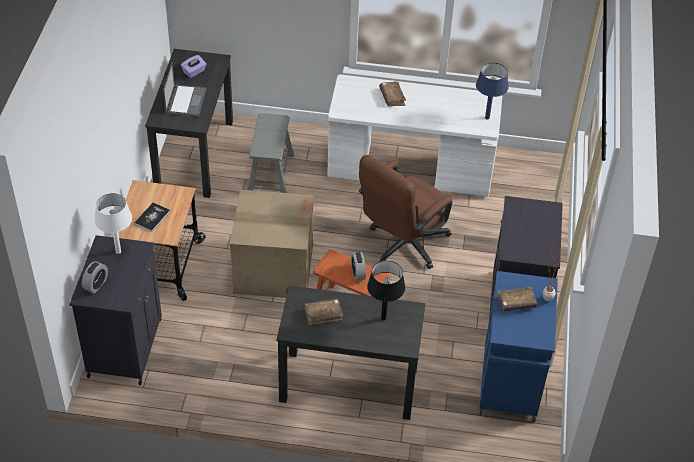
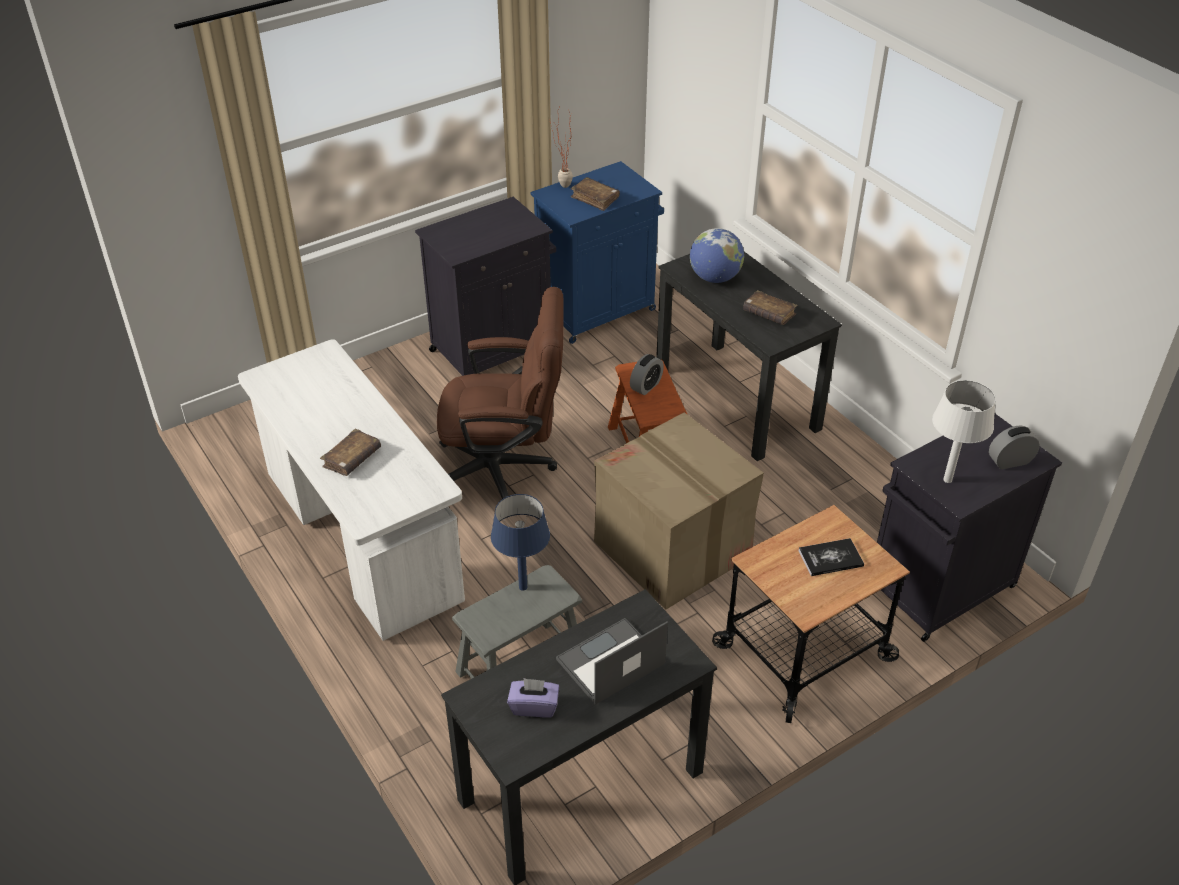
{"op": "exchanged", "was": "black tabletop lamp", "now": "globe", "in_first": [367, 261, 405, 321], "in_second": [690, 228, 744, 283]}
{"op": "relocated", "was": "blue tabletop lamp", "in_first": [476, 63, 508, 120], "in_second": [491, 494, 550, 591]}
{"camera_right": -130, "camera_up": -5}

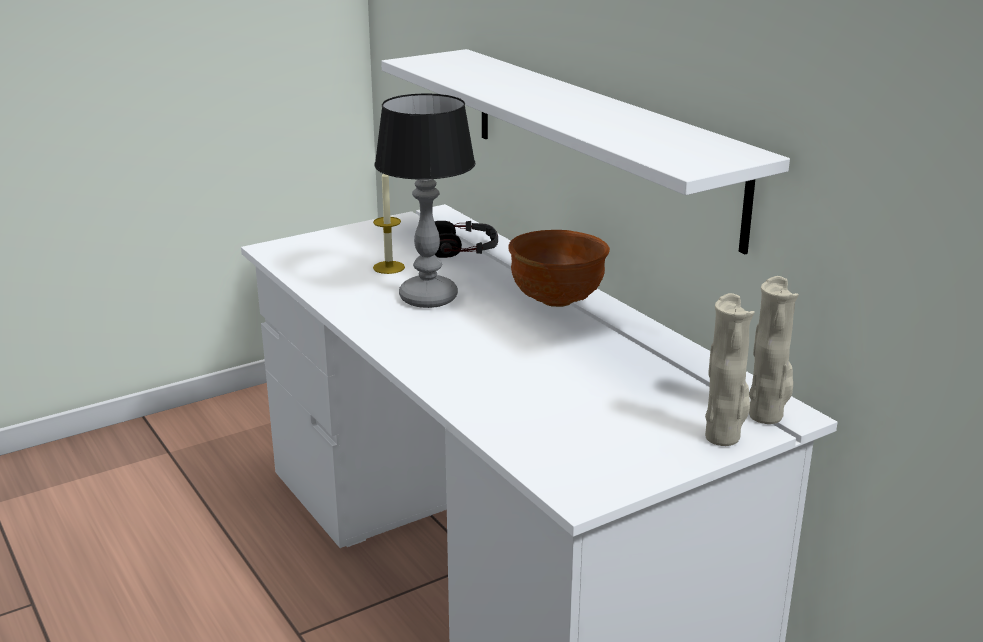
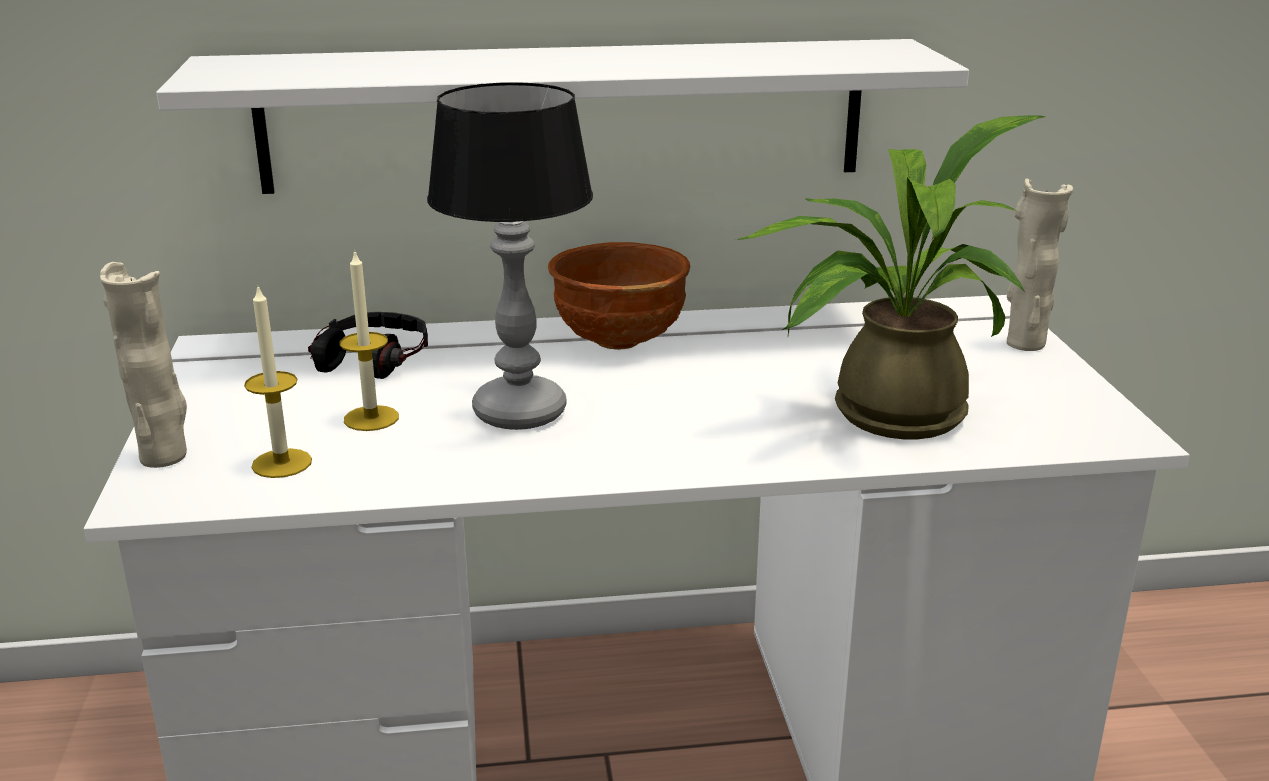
{"op": "relocated", "was": "beige-coloured decorative vase", "in_first": [749, 276, 799, 424], "in_second": [100, 262, 187, 468]}
{"op": "appeared", "now": "candle", "in_second": [244, 284, 312, 478]}
{"op": "appeared", "now": "plant in a pot", "in_second": [737, 115, 1045, 439]}
{"camera_right": -65, "camera_up": 0}

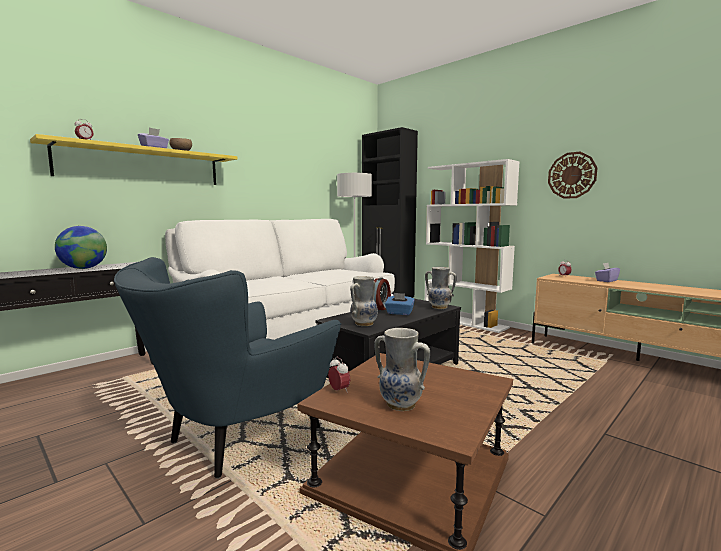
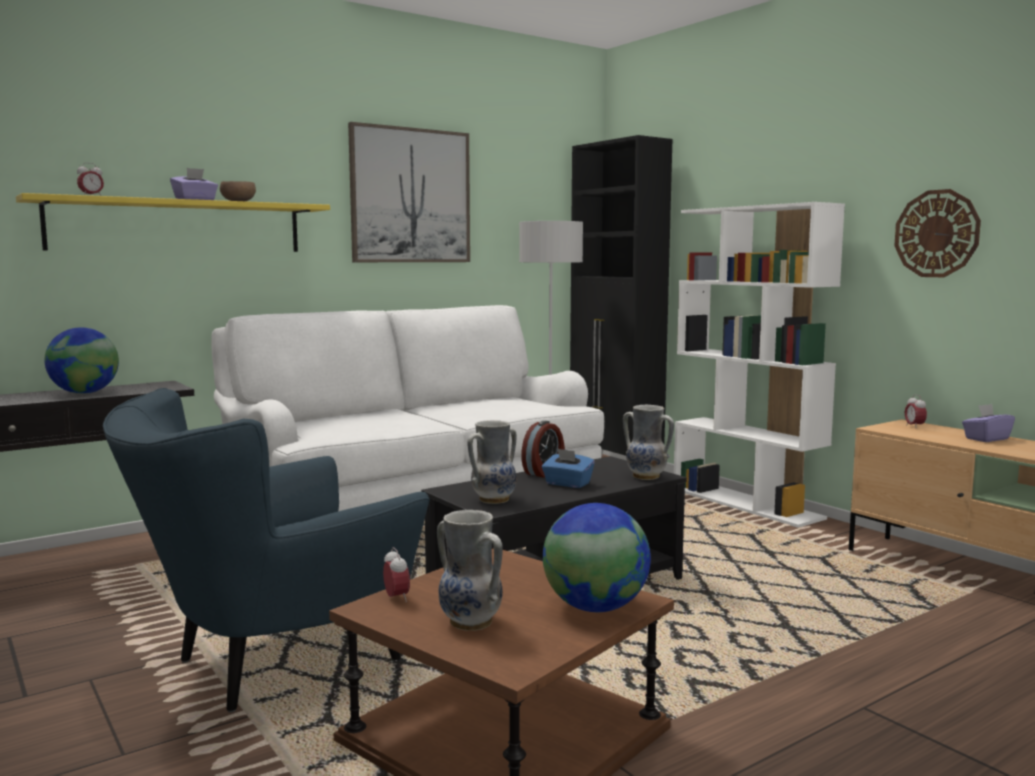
{"op": "appeared", "now": "wall art", "in_second": [348, 122, 470, 262]}
{"op": "appeared", "now": "globe", "in_second": [543, 503, 651, 612]}
{"camera_right": 10, "camera_up": 0}

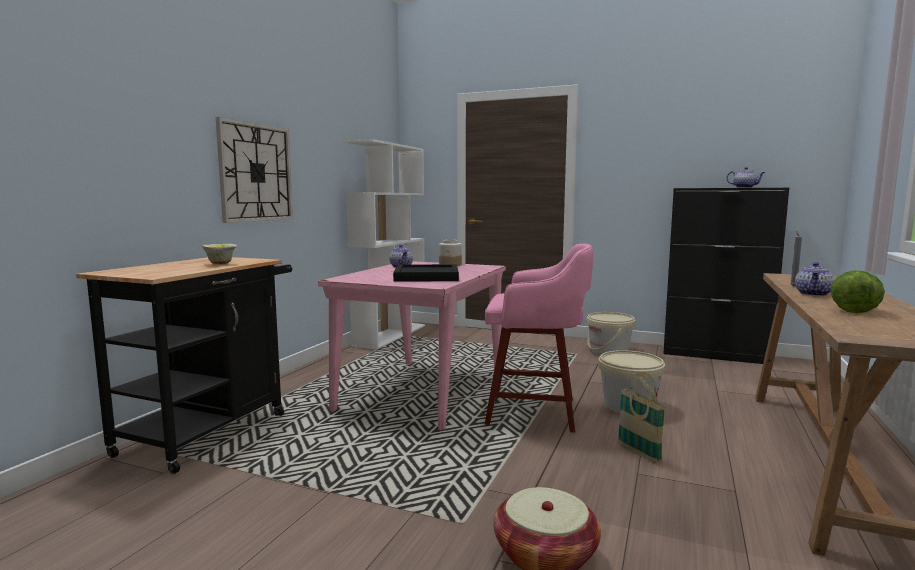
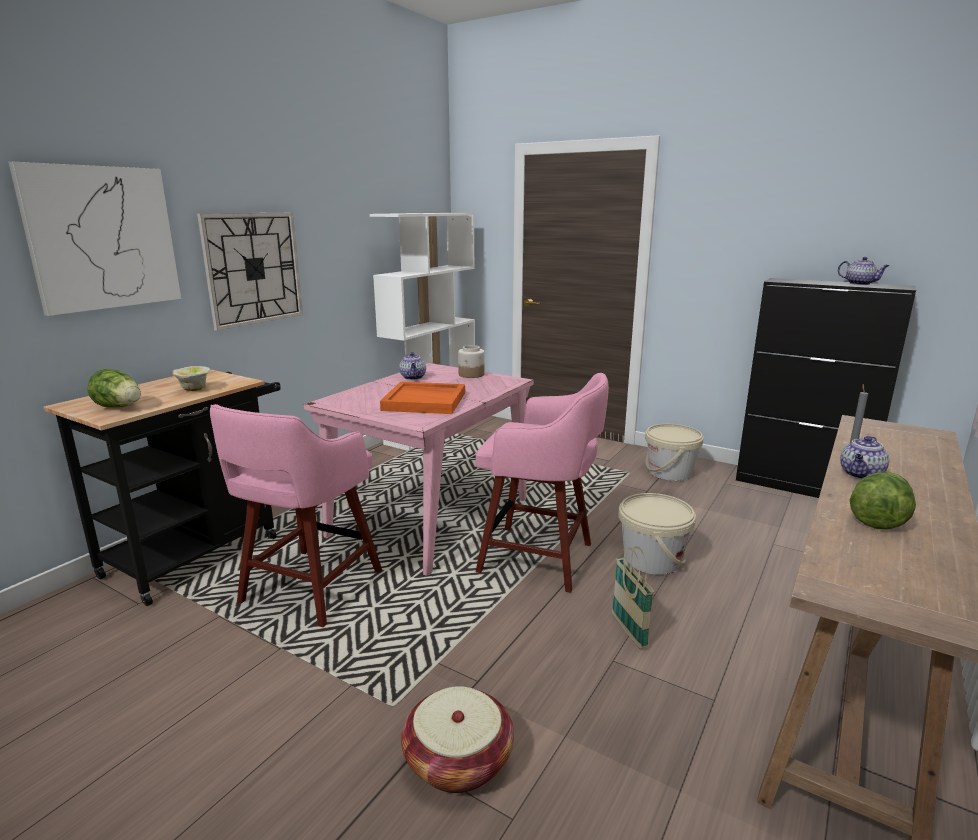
{"op": "colour", "was": "black tray", "now": "orange tray", "in_first": [393, 264, 459, 282], "in_second": [380, 382, 465, 414]}
{"op": "appeared", "now": "wall art", "in_second": [8, 162, 181, 316]}
{"op": "appeared", "now": "lettuce head", "in_second": [87, 369, 141, 408]}
{"op": "appeared", "now": "pinkish stool", "in_second": [210, 404, 382, 627]}
{"camera_right": 10, "camera_up": 10}

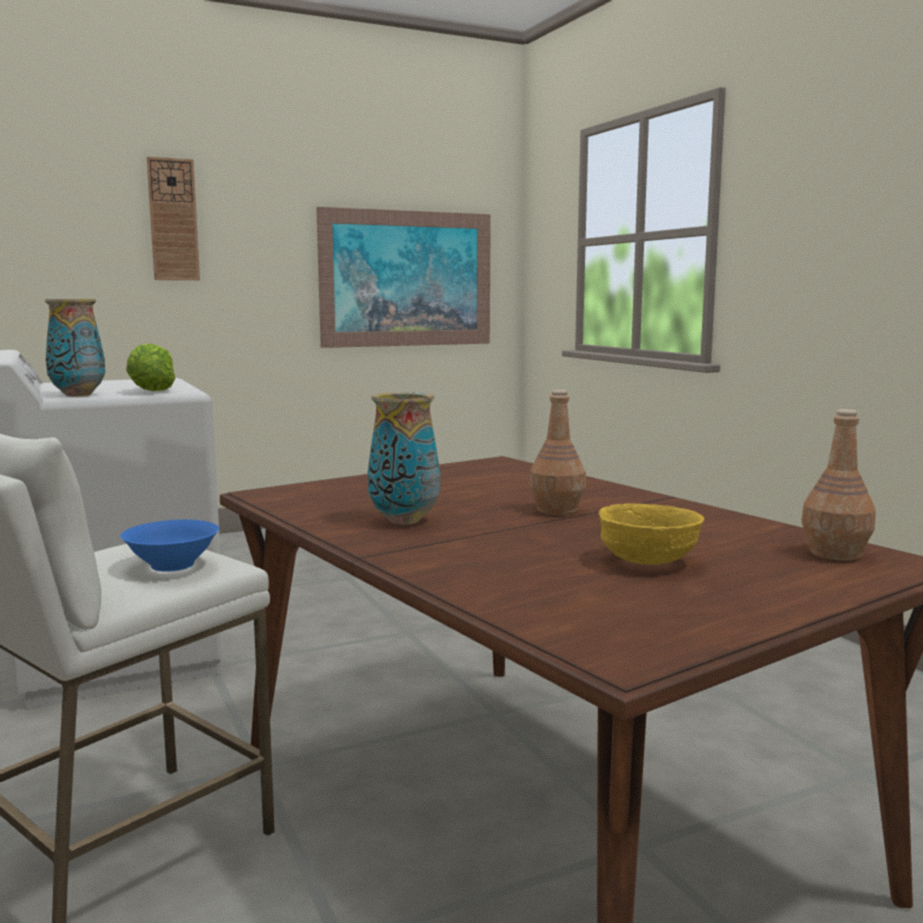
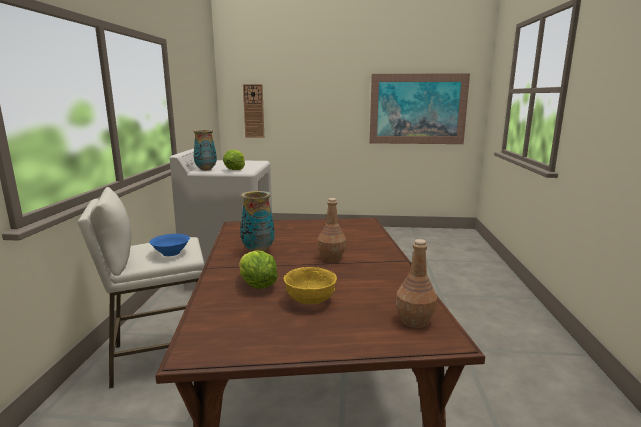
{"op": "relocated", "was": "clock on the wall", "in_first": [146, 156, 200, 280], "in_second": [243, 84, 264, 138]}
{"op": "appeared", "now": "lettuce head", "in_second": [239, 250, 278, 289]}
{"camera_right": 30, "camera_up": 5}

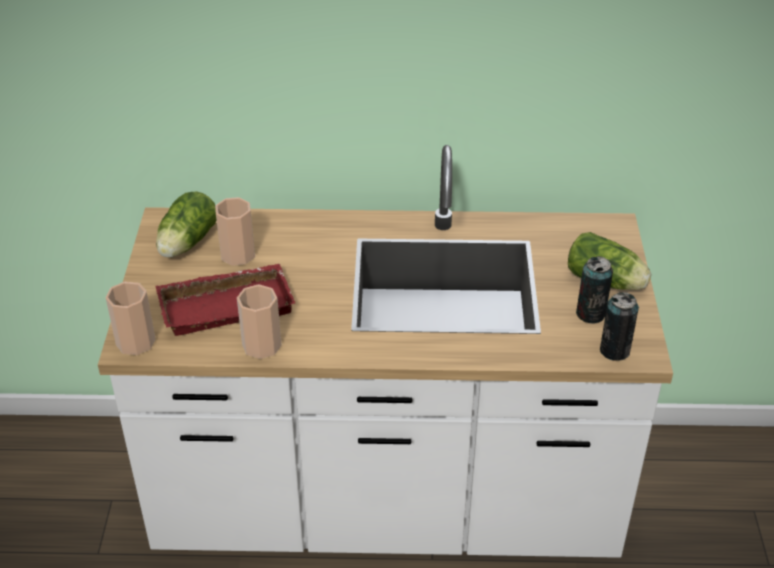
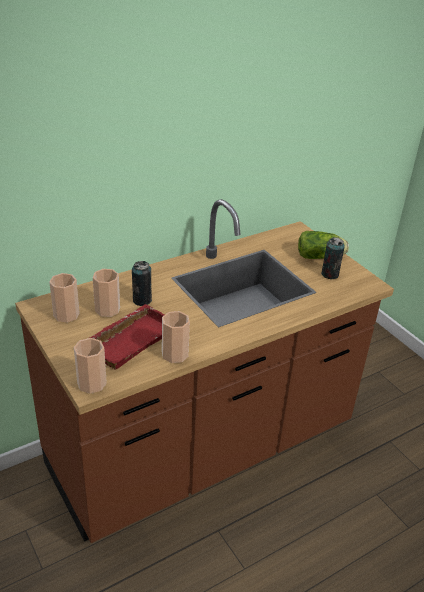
{"op": "colour", "was": "white-coloured kitchen counter", "now": "brown-coloured kitchen counter", "in_first": [98, 145, 673, 558], "in_second": [15, 199, 394, 543]}
{"op": "exchanged", "was": "lettuce head", "now": "drinking cup", "in_first": [156, 191, 217, 258], "in_second": [49, 273, 80, 323]}
{"op": "relocated", "was": "metal can", "in_first": [600, 292, 639, 361], "in_second": [132, 261, 152, 306]}
{"camera_right": -35, "camera_up": -5}

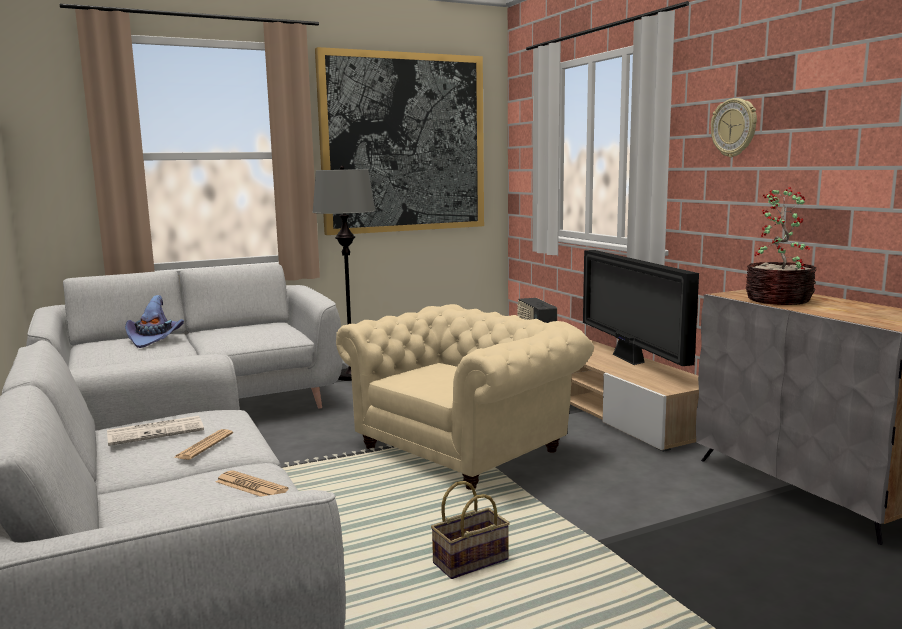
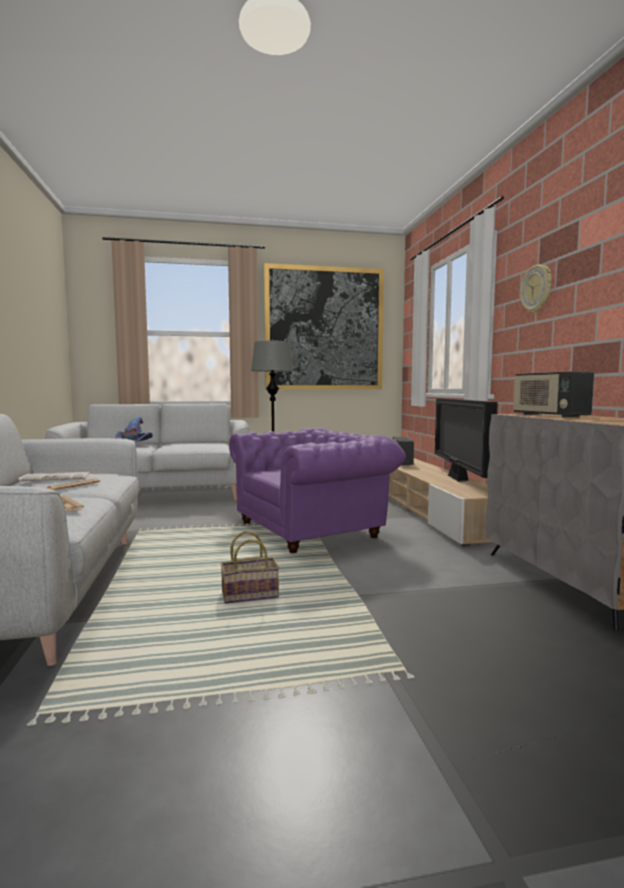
{"op": "colour", "was": "beige-coloured armchair", "now": "purple armchair", "in_first": [336, 304, 594, 490], "in_second": [229, 428, 406, 553]}
{"op": "exchanged", "was": "plant in a pot", "now": "radio", "in_first": [746, 187, 817, 305], "in_second": [513, 372, 594, 418]}
{"camera_right": 15, "camera_up": -5}

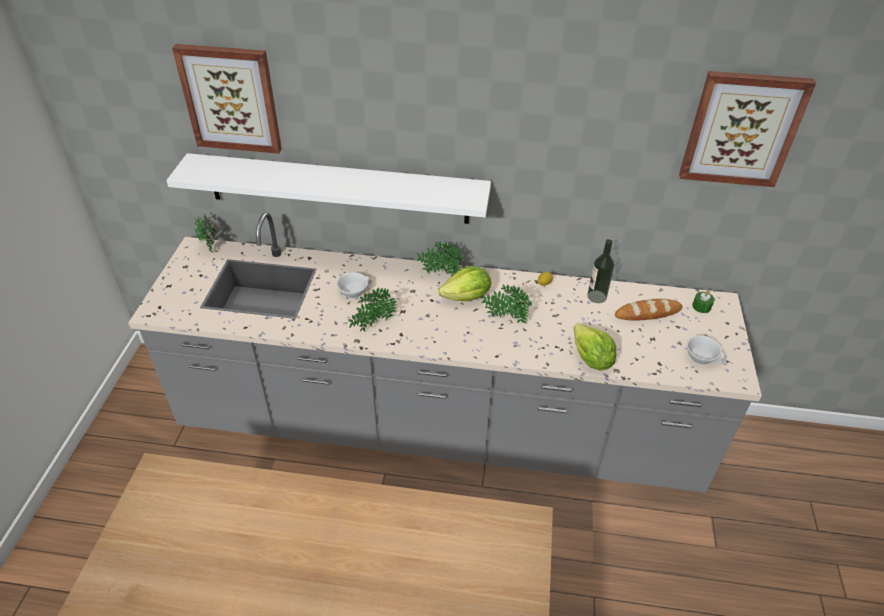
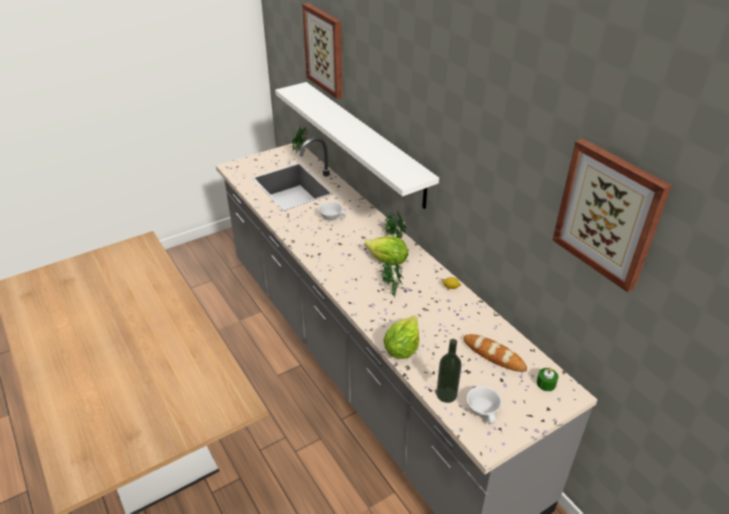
{"op": "missing", "was": "plant in a pot", "in_first": [348, 288, 397, 332]}
{"op": "relocated", "was": "drink bottle", "in_first": [587, 239, 614, 303], "in_second": [436, 339, 462, 403]}
{"camera_right": 50, "camera_up": -5}

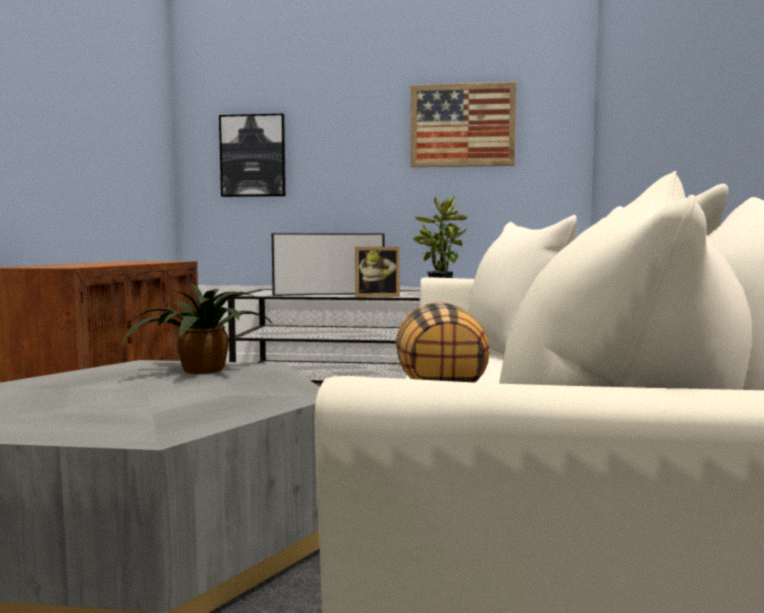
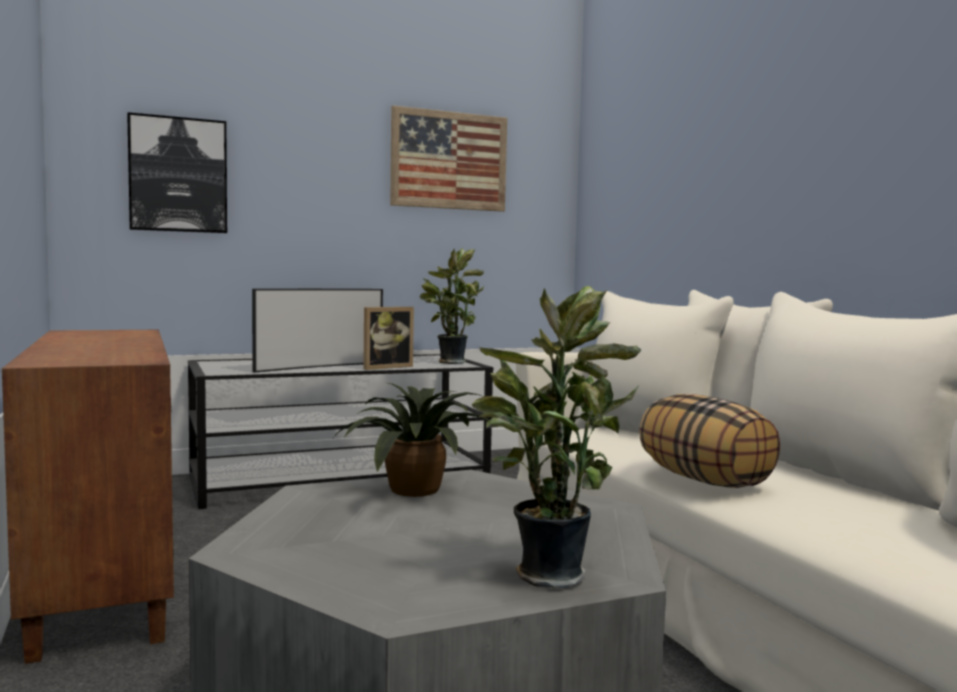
{"op": "appeared", "now": "plant in a pot", "in_second": [472, 286, 641, 588]}
{"camera_right": -30, "camera_up": 0}

